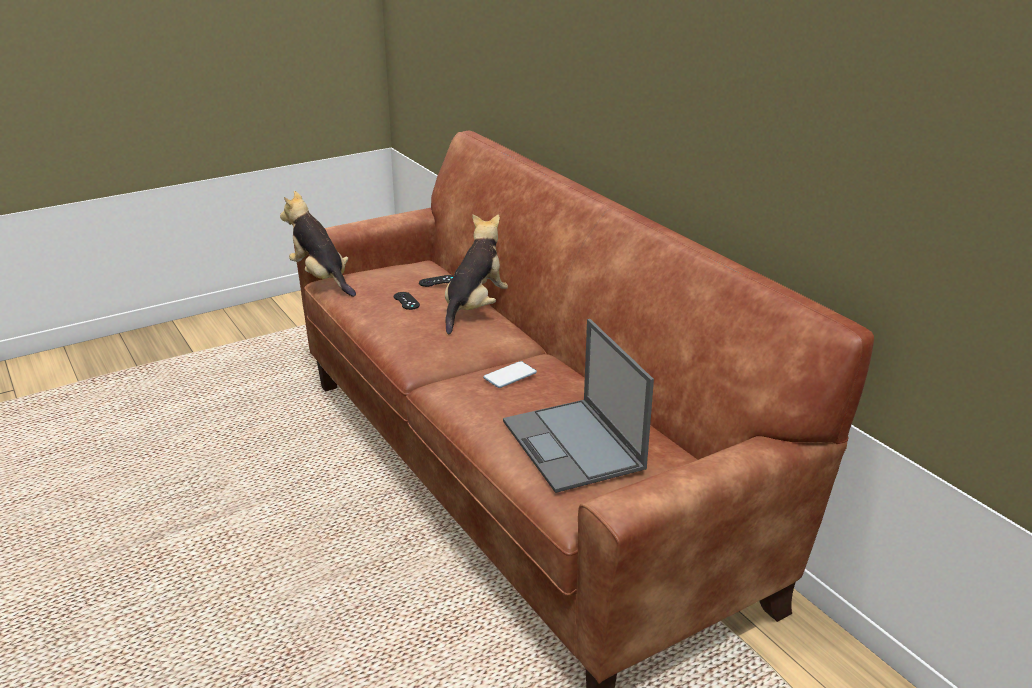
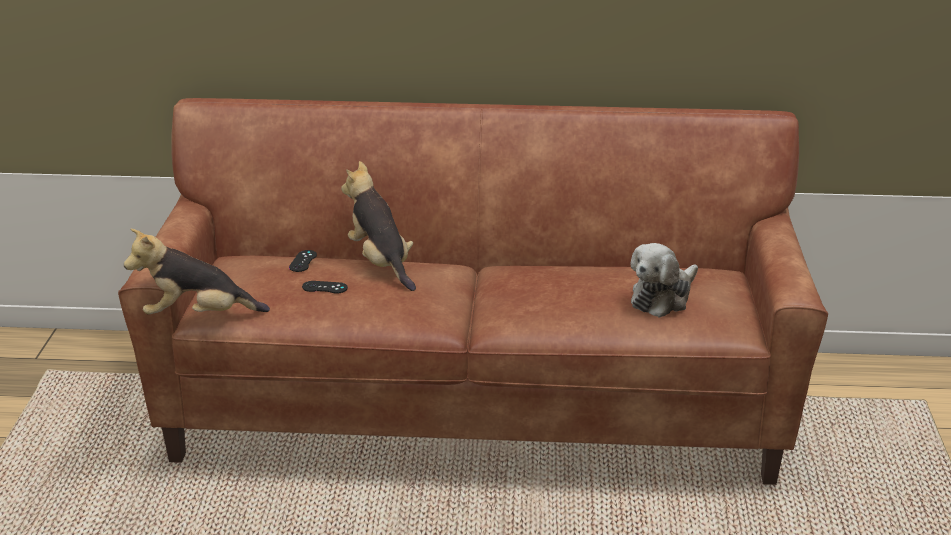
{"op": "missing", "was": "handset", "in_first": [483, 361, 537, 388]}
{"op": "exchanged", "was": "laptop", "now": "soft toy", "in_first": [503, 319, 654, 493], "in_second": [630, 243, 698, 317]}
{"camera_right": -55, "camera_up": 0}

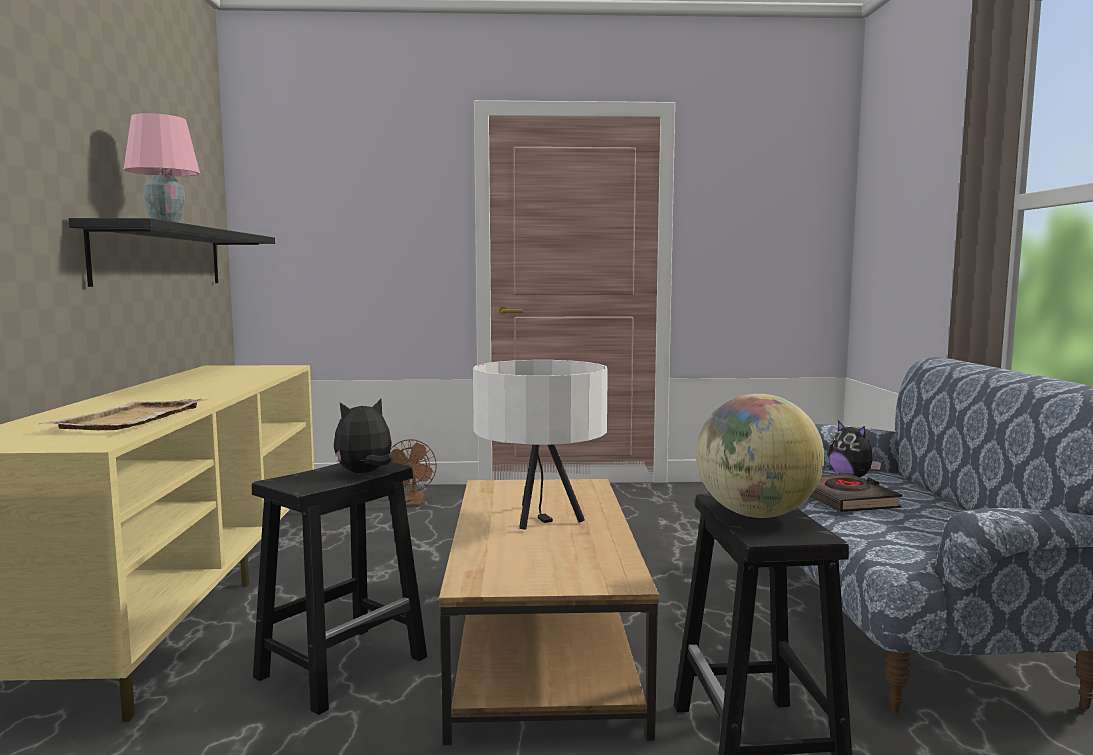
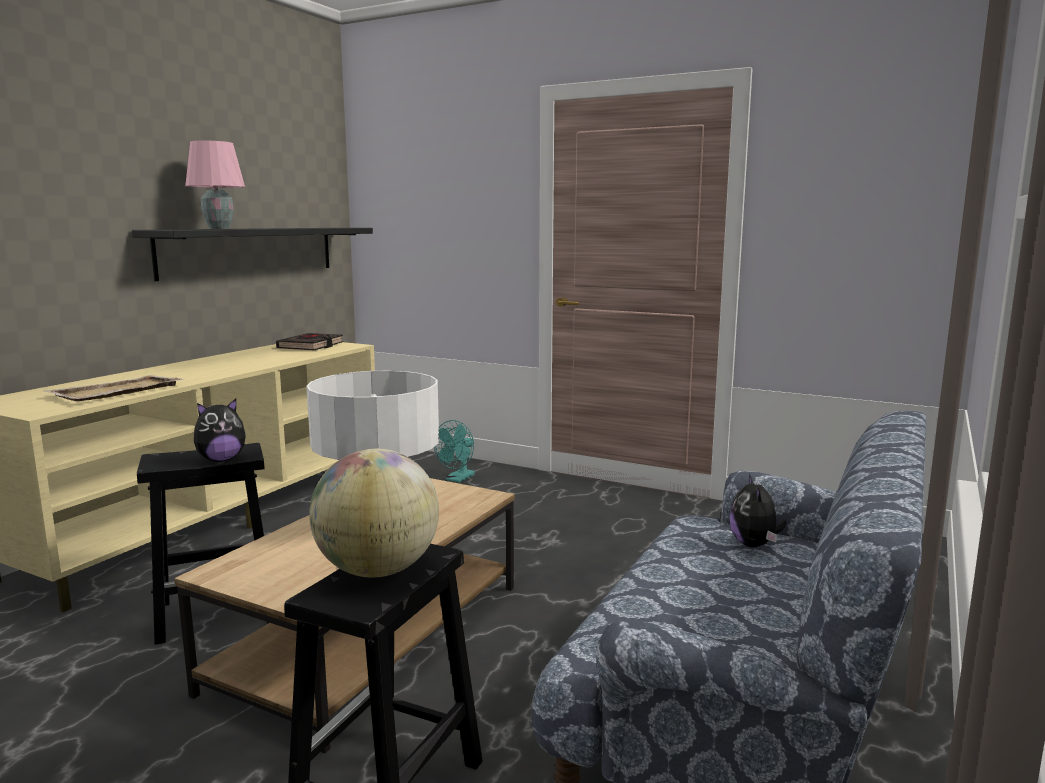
{"op": "spun", "was": "soft toy", "in_first": [334, 399, 393, 473], "in_second": [194, 399, 246, 462], "clockwise": 150}
{"op": "colour", "was": "brown-coloured cooling fan", "now": "turquoise cooling fan", "in_first": [390, 439, 437, 506], "in_second": [434, 420, 475, 483]}
{"op": "relocated", "was": "black volume", "in_first": [810, 473, 902, 512], "in_second": [276, 333, 343, 350]}
{"camera_right": 30, "camera_up": 5}

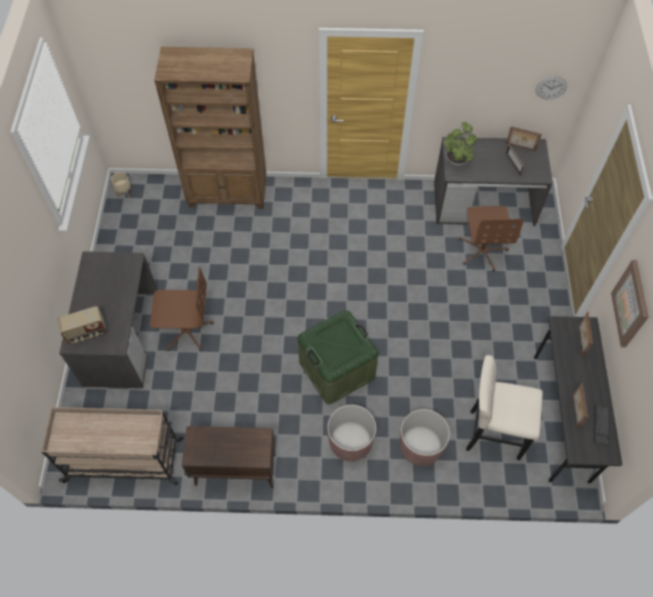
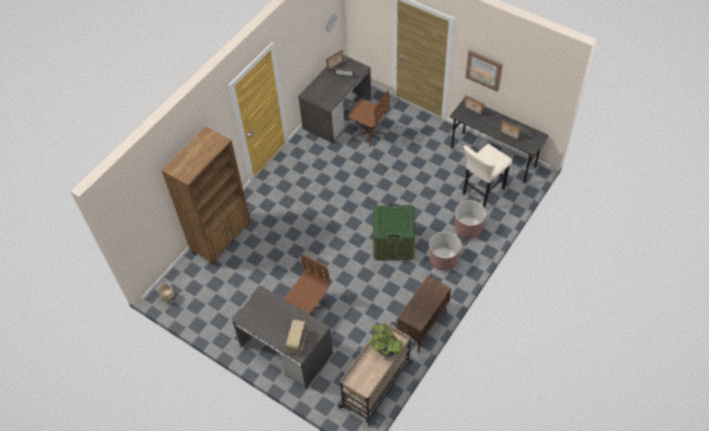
{"op": "relocated", "was": "plant in a pot", "in_first": [443, 122, 476, 166], "in_second": [370, 325, 403, 357]}
{"camera_right": -55, "camera_up": -5}

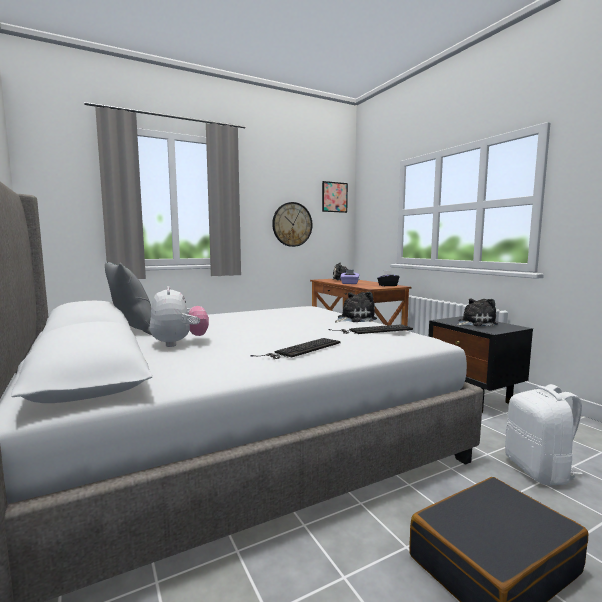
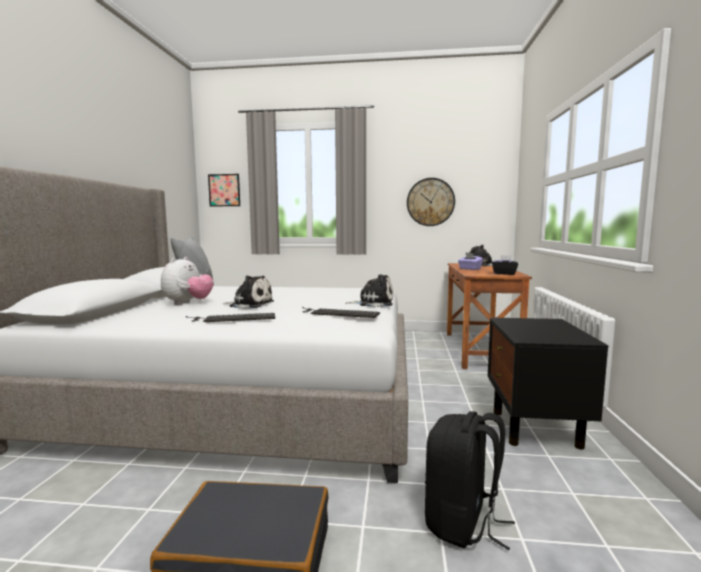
{"op": "relocated", "was": "wall art", "in_first": [322, 181, 348, 213], "in_second": [208, 174, 240, 207]}
{"op": "relocated", "was": "soft toy", "in_first": [457, 298, 498, 326], "in_second": [224, 275, 274, 309]}
{"op": "colour", "was": "white-coloured knapsack", "now": "black knapsack", "in_first": [505, 384, 583, 485], "in_second": [425, 411, 515, 550]}
{"camera_right": 35, "camera_up": 0}

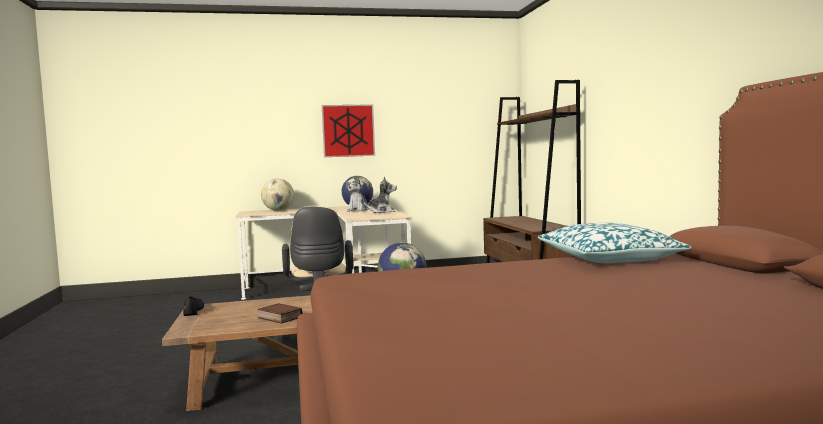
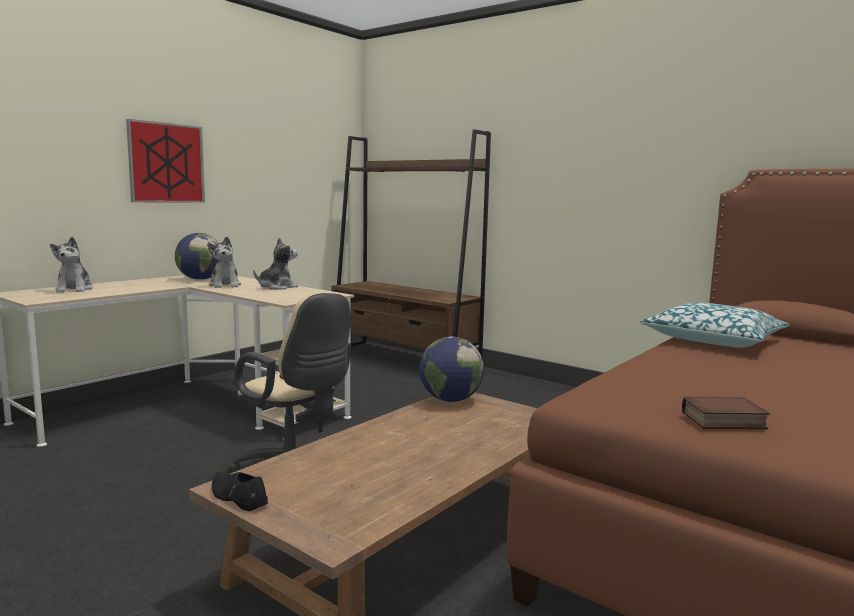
{"op": "relocated", "was": "volume", "in_first": [258, 303, 303, 324], "in_second": [682, 397, 770, 429]}
{"op": "exchanged", "was": "globe", "now": "soft toy", "in_first": [261, 179, 294, 211], "in_second": [50, 237, 93, 292]}
{"camera_right": -40, "camera_up": 5}

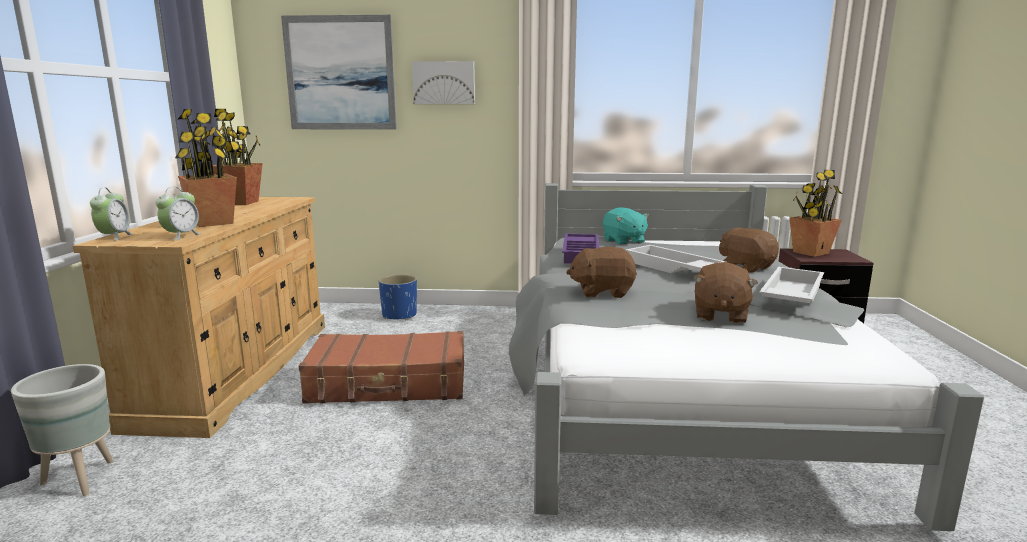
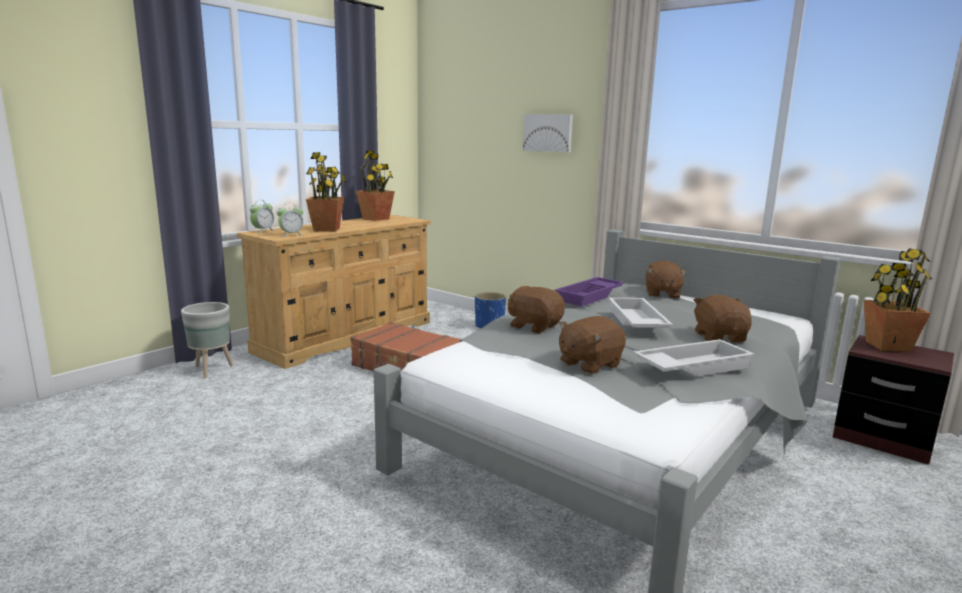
{"op": "missing", "was": "wall art", "in_first": [281, 15, 397, 130]}
{"op": "colour", "was": "turquoise soft toy", "now": "brown-coloured soft toy", "in_first": [603, 207, 649, 245], "in_second": [646, 260, 688, 299]}
{"camera_right": 35, "camera_up": 0}

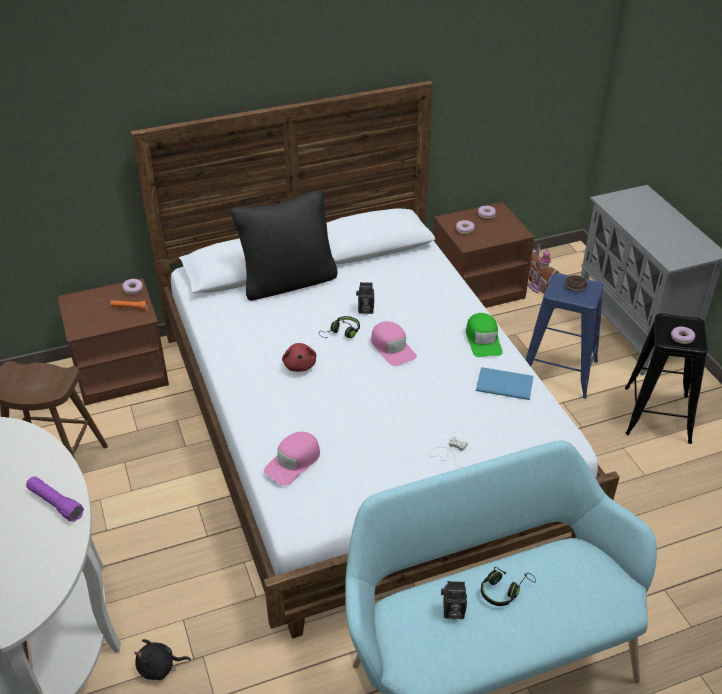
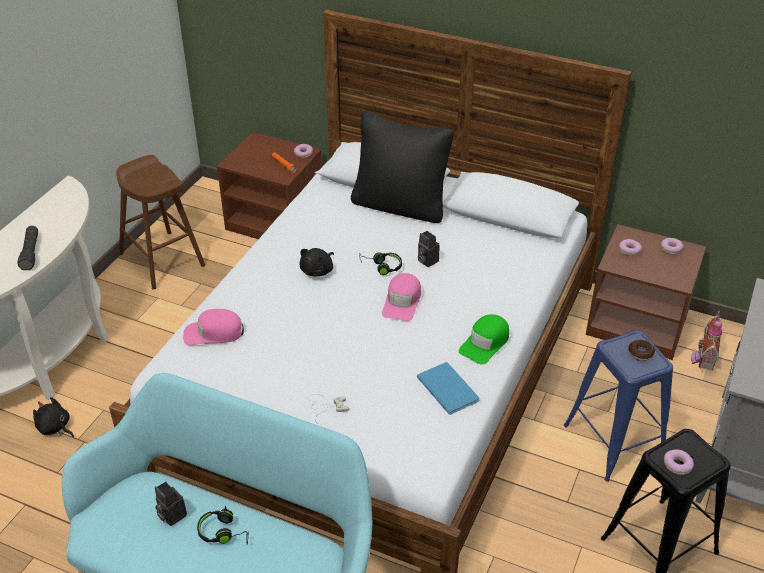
{"op": "colour", "was": "purple torch", "now": "black torch", "in_first": [26, 476, 84, 522], "in_second": [17, 226, 38, 270]}
{"op": "colour", "was": "red soft toy", "now": "black soft toy", "in_first": [282, 343, 317, 372], "in_second": [299, 248, 334, 276]}
{"camera_right": 45, "camera_up": 0}

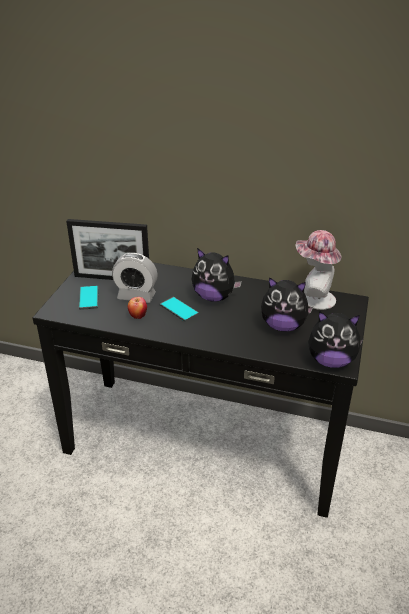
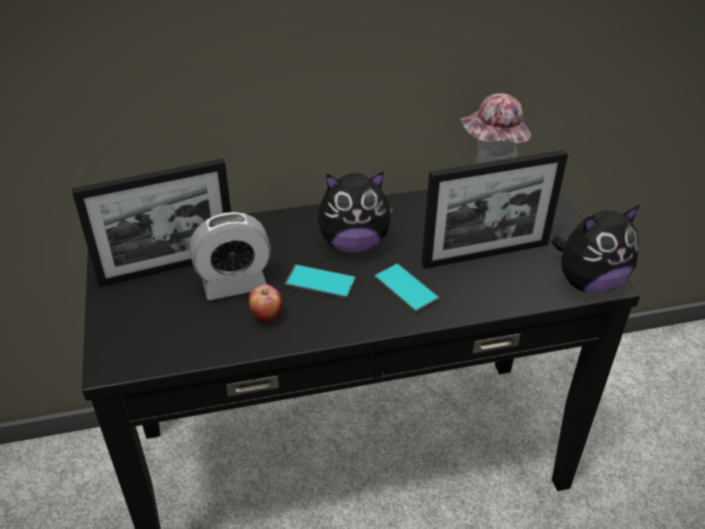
{"op": "relocated", "was": "handset", "in_first": [79, 285, 99, 310], "in_second": [374, 263, 440, 314]}
{"op": "exchanged", "was": "soft toy", "now": "picture frame", "in_first": [261, 277, 314, 331], "in_second": [421, 150, 568, 269]}
{"camera_right": -30, "camera_up": 5}

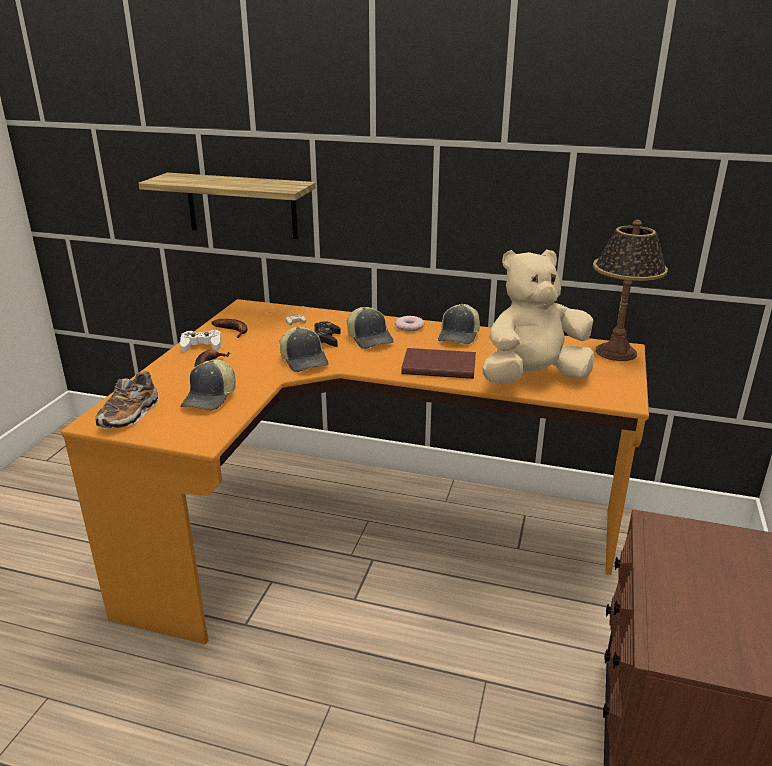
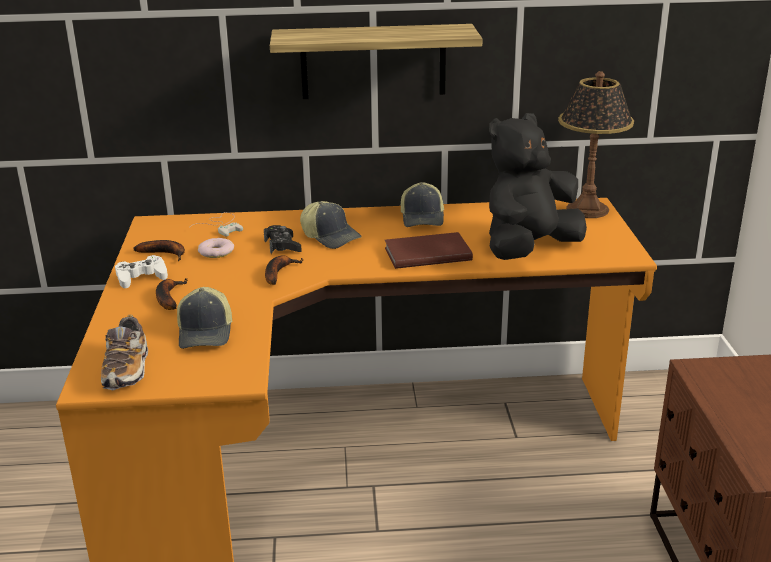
{"op": "relocated", "was": "bracket shelf", "in_first": [138, 173, 316, 239], "in_second": [270, 24, 483, 99]}
{"op": "exchanged", "was": "cap", "now": "whole banana", "in_first": [280, 327, 329, 372], "in_second": [265, 256, 304, 285]}
{"op": "relocated", "was": "doughnut", "in_first": [395, 316, 424, 331], "in_second": [198, 238, 234, 258]}
{"op": "colour", "was": "beige-coloured soft toy", "now": "black soft toy", "in_first": [482, 250, 594, 383], "in_second": [489, 113, 587, 260]}
{"camera_right": -20, "camera_up": 0}

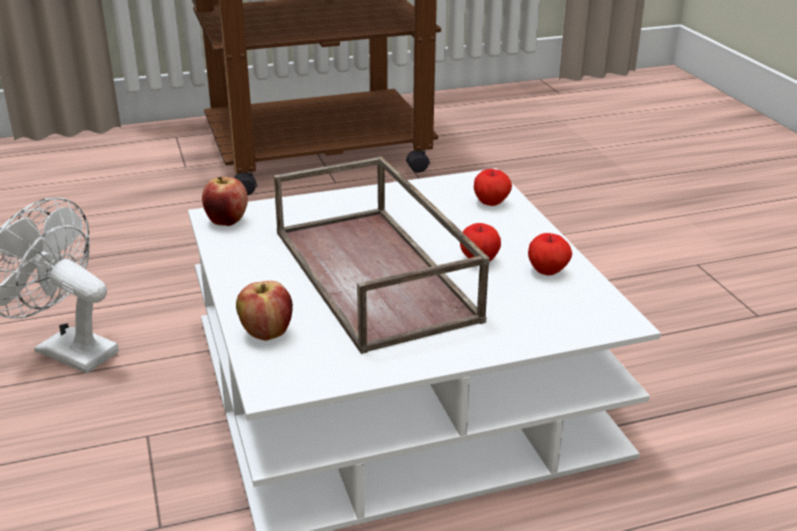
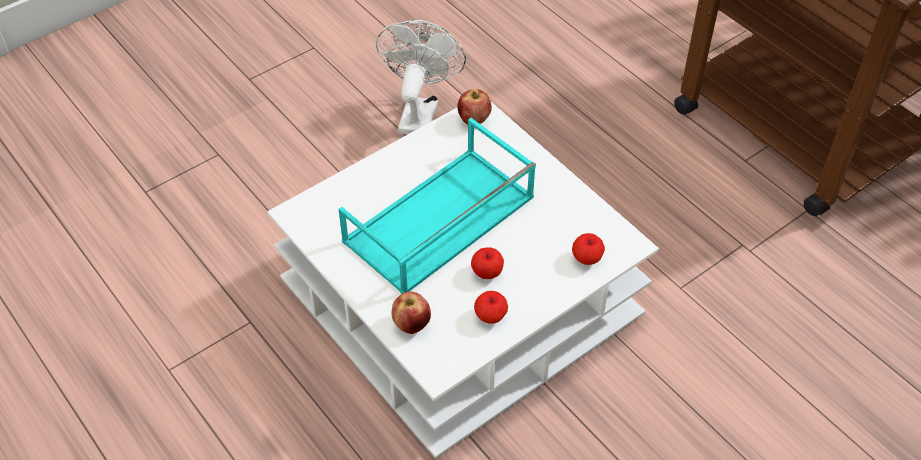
{"op": "relocated", "was": "apple", "in_first": [236, 281, 293, 341], "in_second": [392, 292, 431, 334]}
{"op": "colour", "was": "brown-coloured tray", "now": "turquoise tray", "in_first": [274, 156, 490, 354], "in_second": [339, 118, 536, 294]}
{"camera_right": 70, "camera_up": 20}

